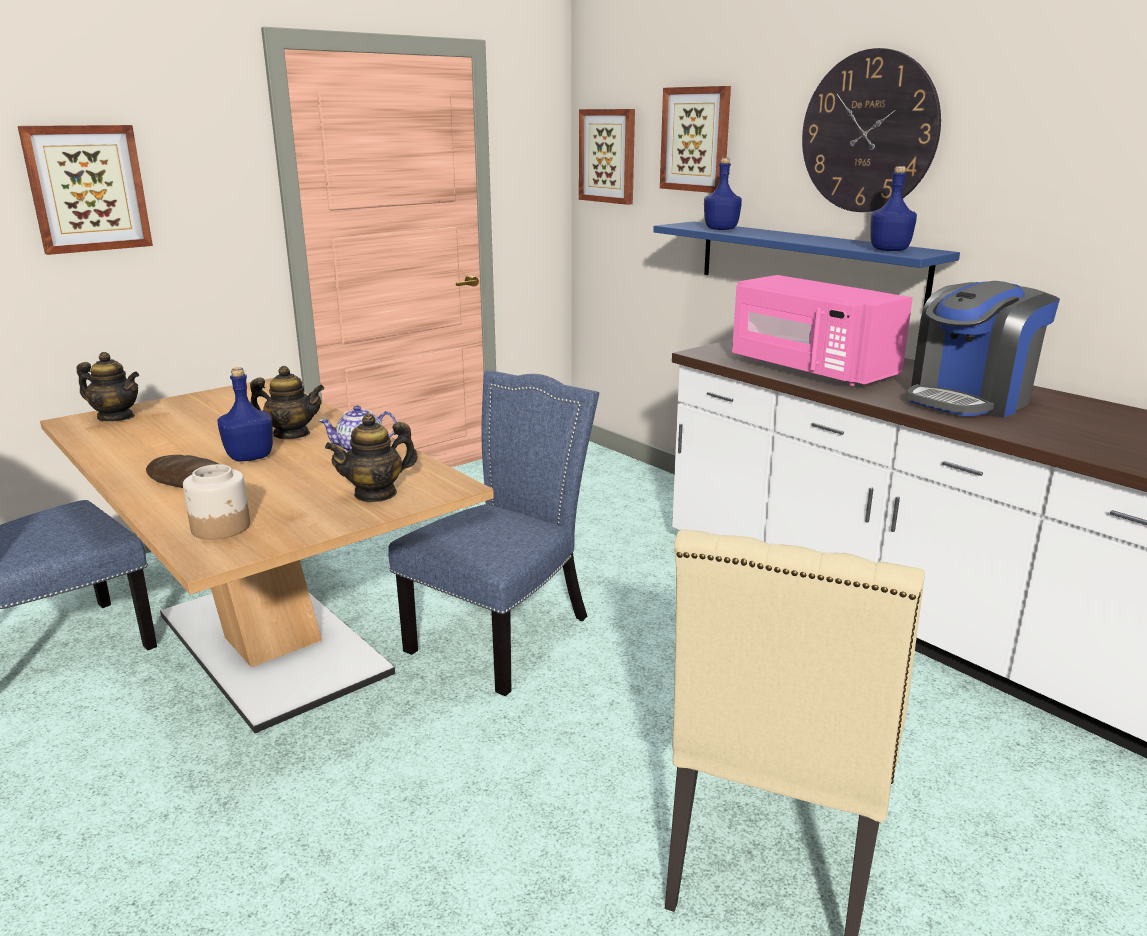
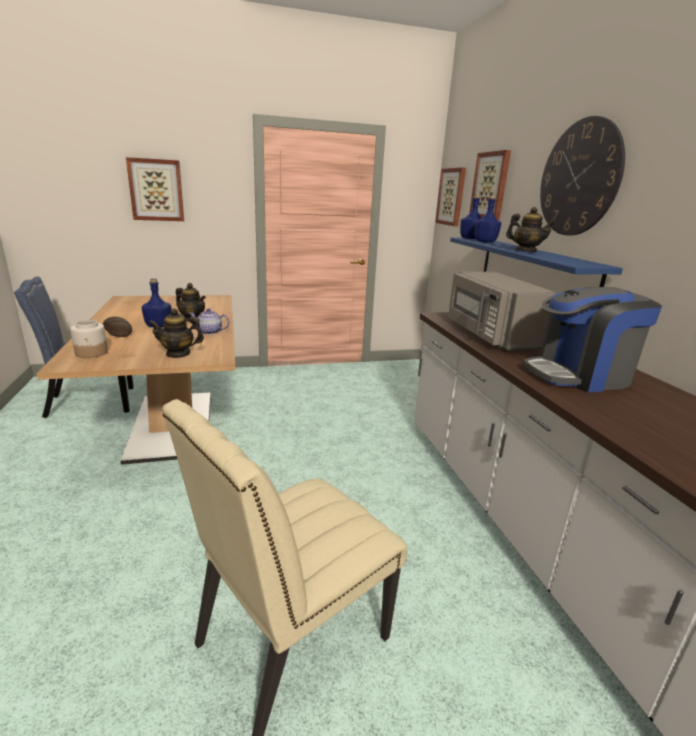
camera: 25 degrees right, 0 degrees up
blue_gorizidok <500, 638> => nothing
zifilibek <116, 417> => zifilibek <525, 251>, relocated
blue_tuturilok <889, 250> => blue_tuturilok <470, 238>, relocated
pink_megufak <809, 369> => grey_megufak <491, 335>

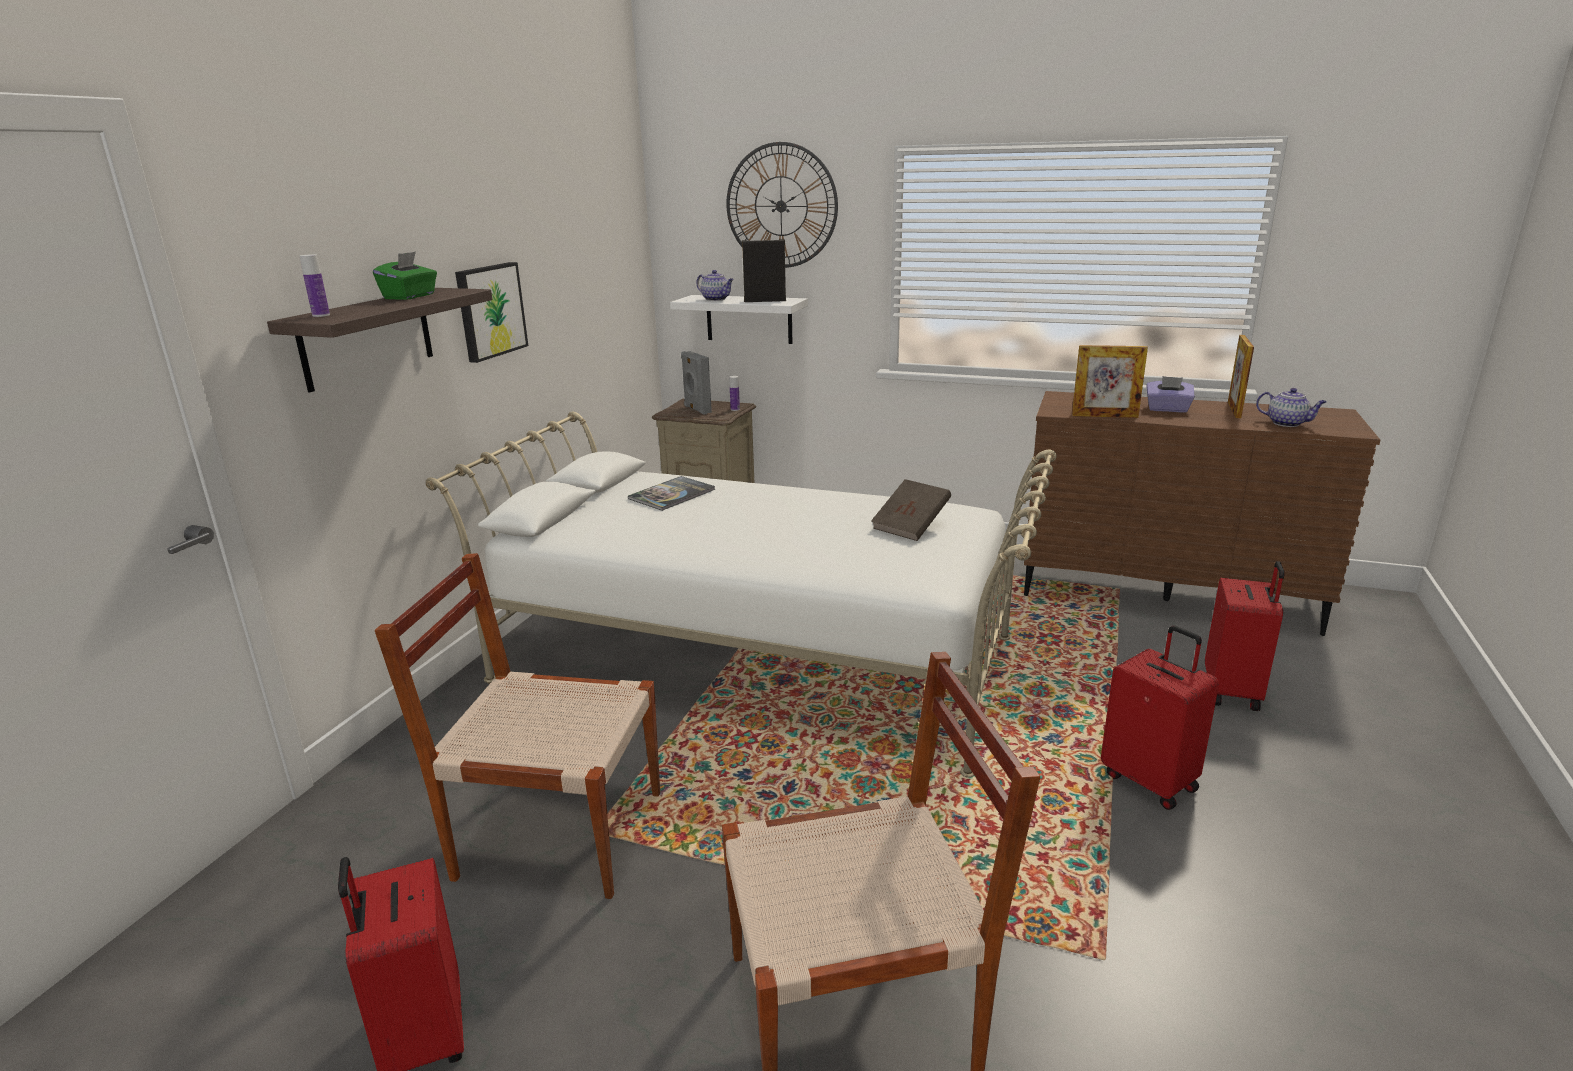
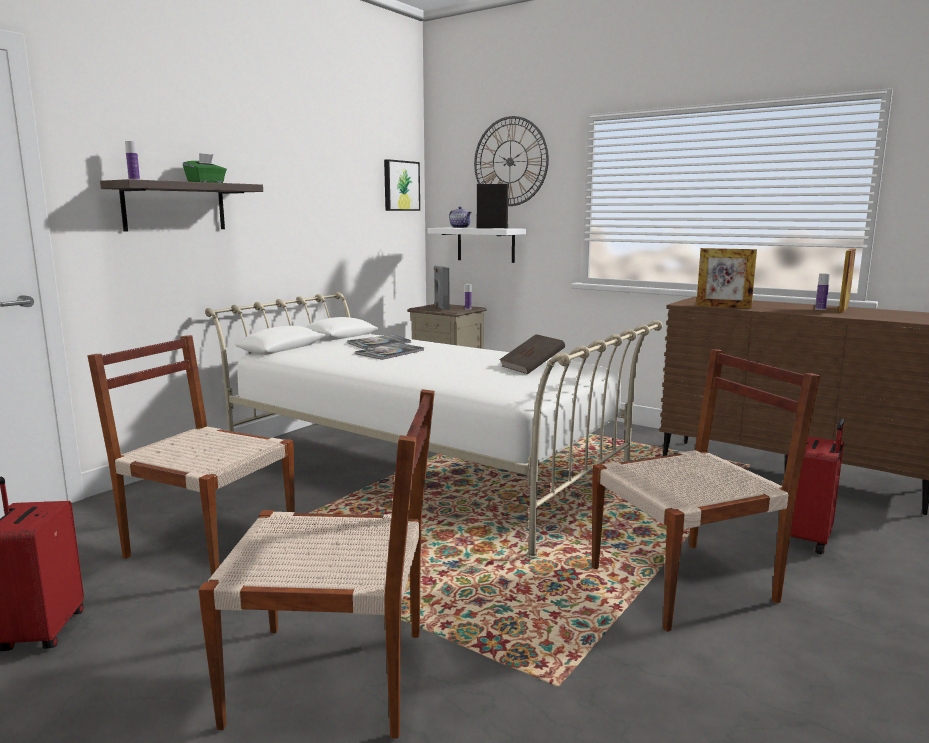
camera: 15 degrees right, 10 degrees down
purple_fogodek <1167, 409> => nothing
zifilibek <1287, 423> => nothing
nothing => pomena <390, 352>
nothing => tuturilok <820, 309>
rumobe <490, 311> => rumobe <400, 186>, relocated
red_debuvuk <1150, 781> => gorizidok <686, 584>

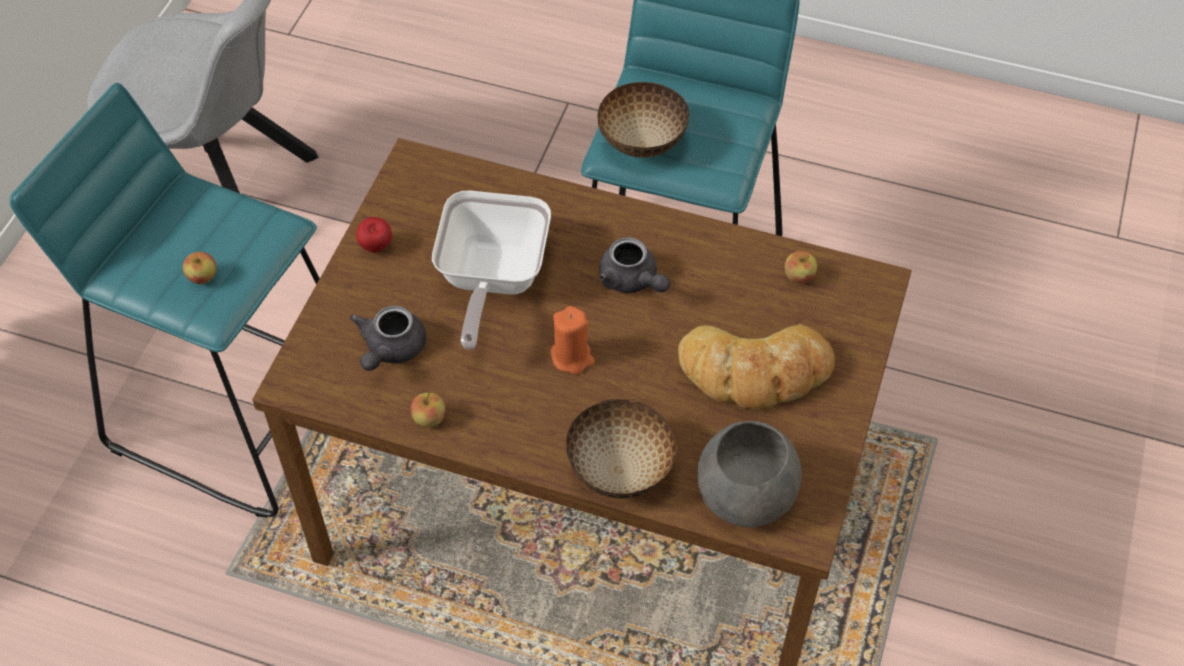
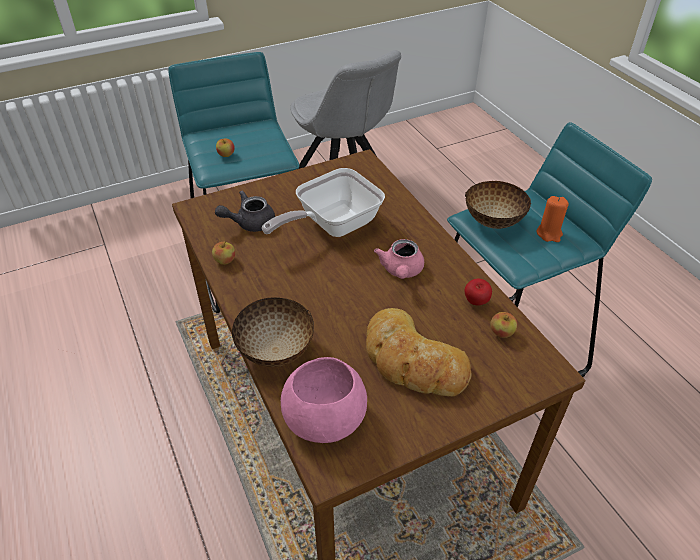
camera: 45 degrees right, 10 degrees down
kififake <376, 248> => kififake <476, 303>, relocated
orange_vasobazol <572, 357> => orange_vasobazol <549, 233>, relocated
grey_zifilibek <632, 281> => pink_zifilibek <401, 271>
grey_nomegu <745, 495> => pink_nomegu <323, 418>

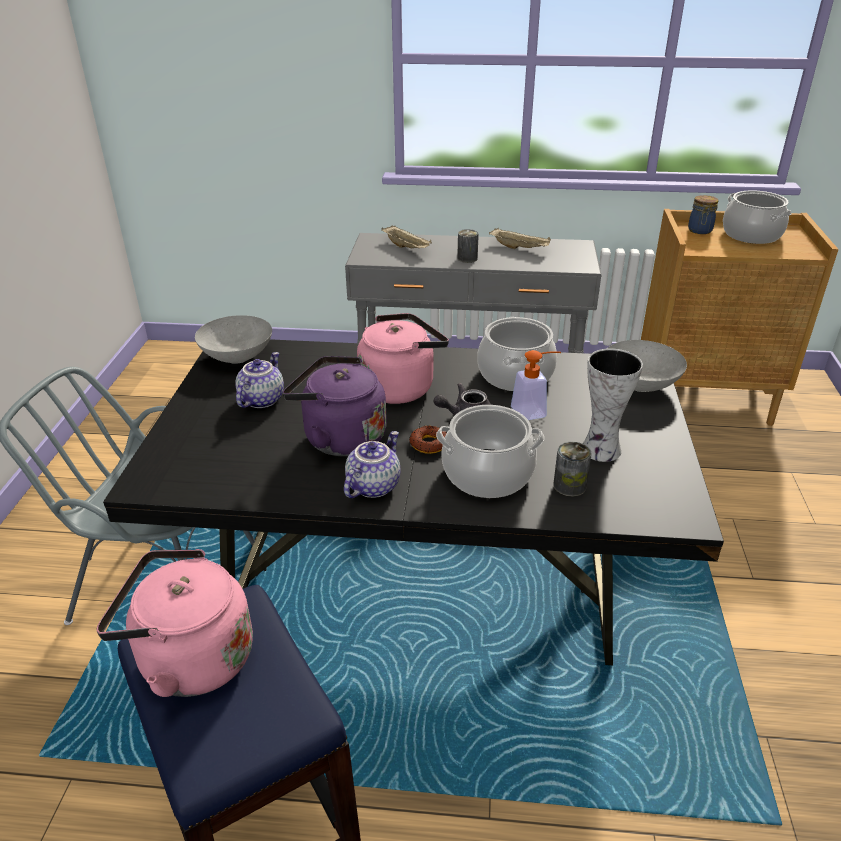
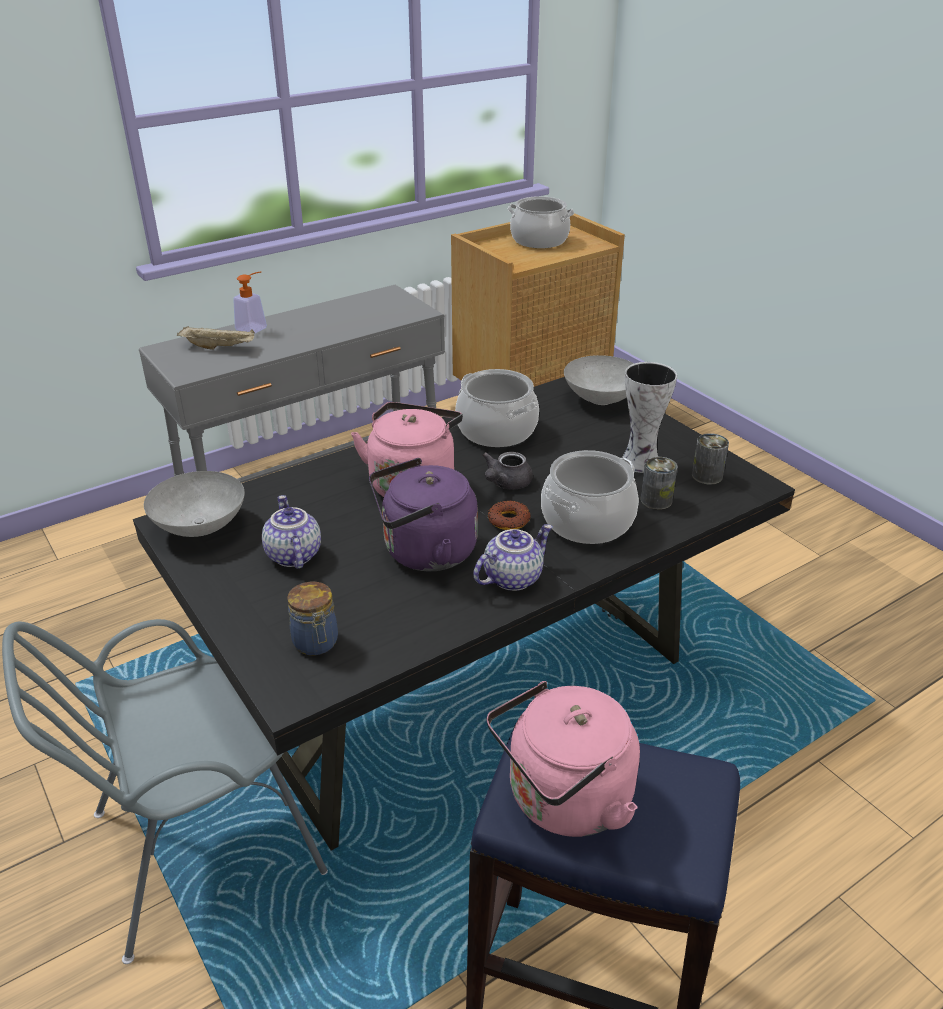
camera: 40 degrees left, 0 degrees up
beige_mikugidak <520, 248> => nothing
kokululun <467, 258> => kokululun <707, 476>, relocated
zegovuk <534, 411> => zegovuk <255, 327>, relocated
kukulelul <700, 231> => kukulelul <316, 643>, relocated
zifilibek <372, 485> => zifilibek <512, 577>, 60 degrees clockwise

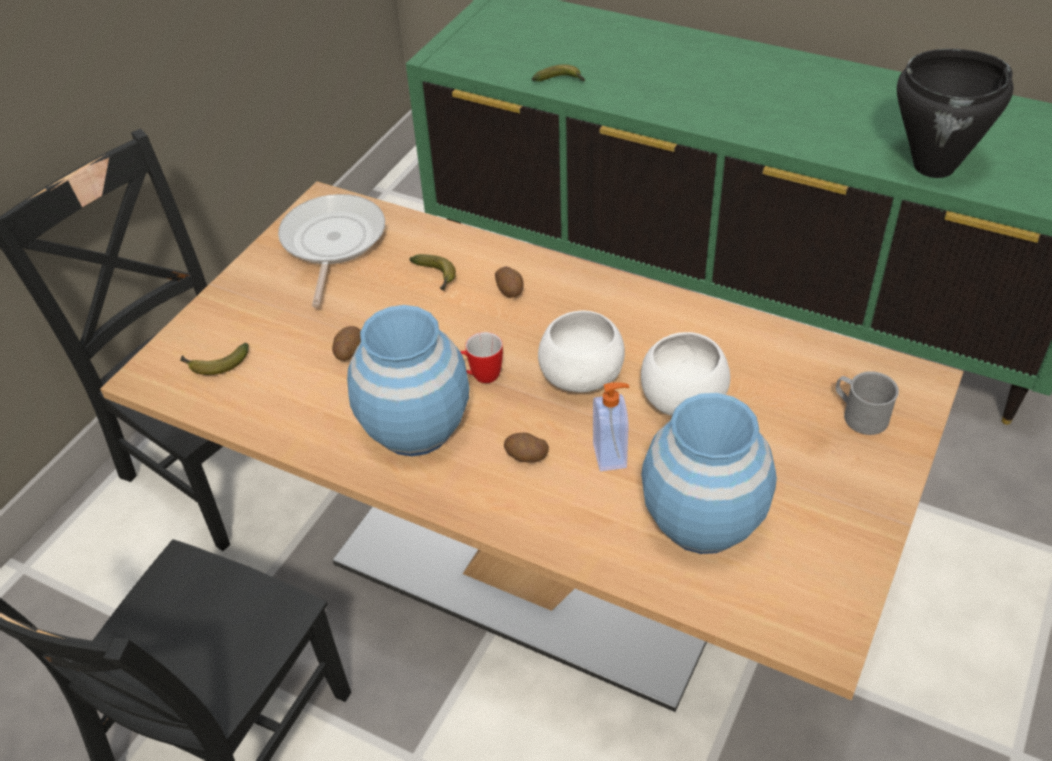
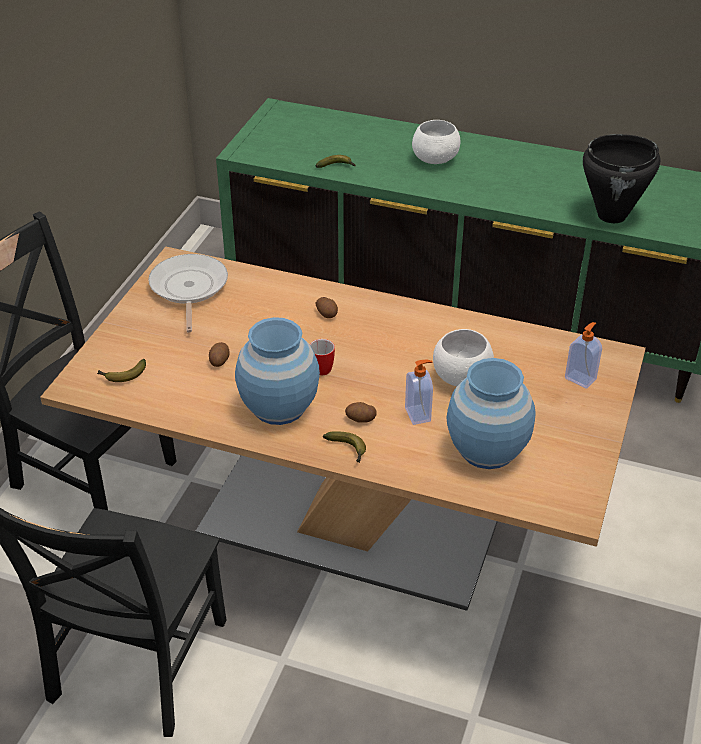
camera: 10 degrees left, 5 degrees down
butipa <436, 276> => butipa <348, 450>, relocated
white_nomegu <582, 379> => white_nomegu <435, 160>, relocated
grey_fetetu <859, 414> => zegovuk <580, 378>

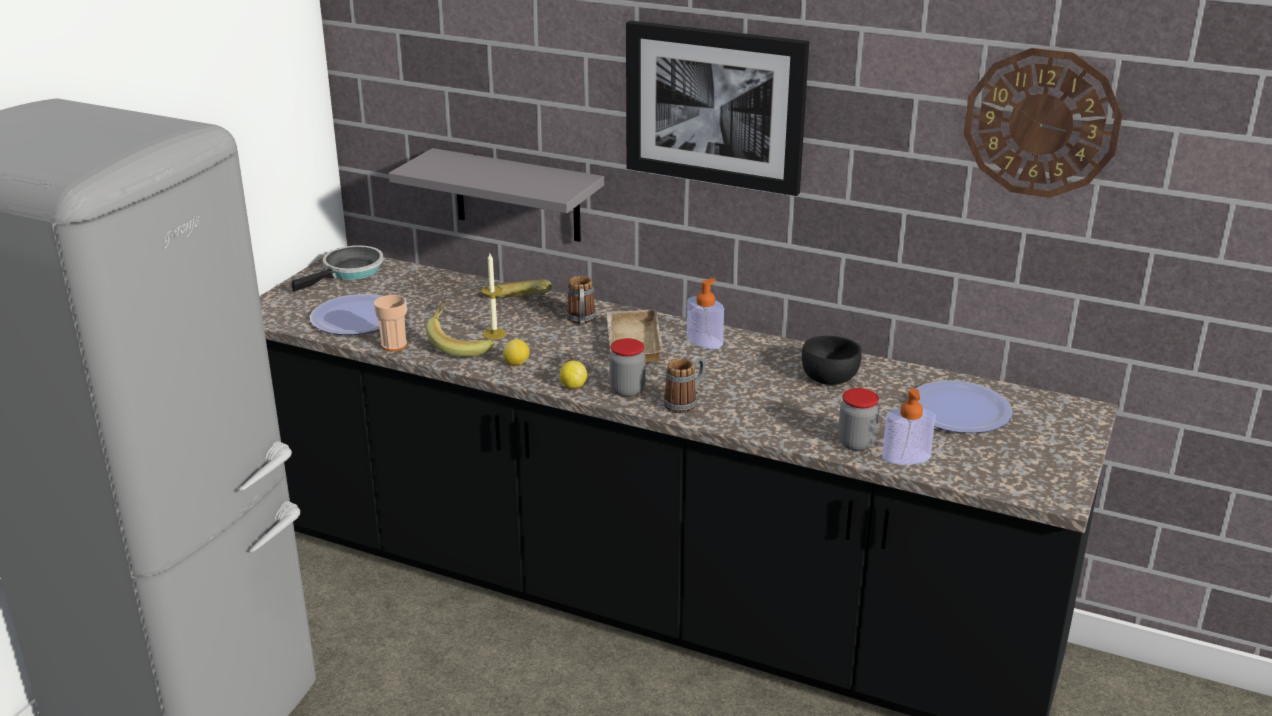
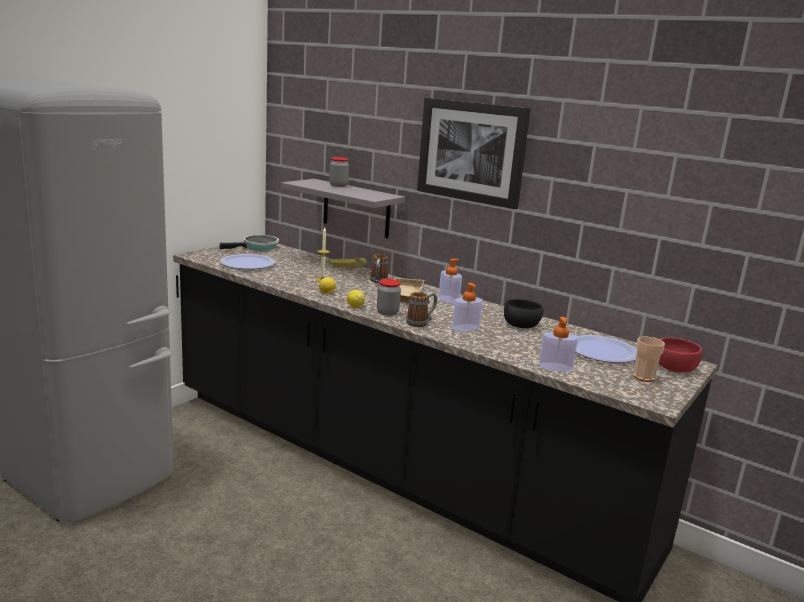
camera: 10 degrees right, 10 degrees down
butipa <460, 344> => nothing
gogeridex <1041, 123> => nothing
nothing => zegovuk <465, 328>
nothing => red_nomegu <675, 367>
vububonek <394, 345> => vububonek <643, 377>, relocated
kukulelul <856, 443> => kukulelul <338, 185>, relocated

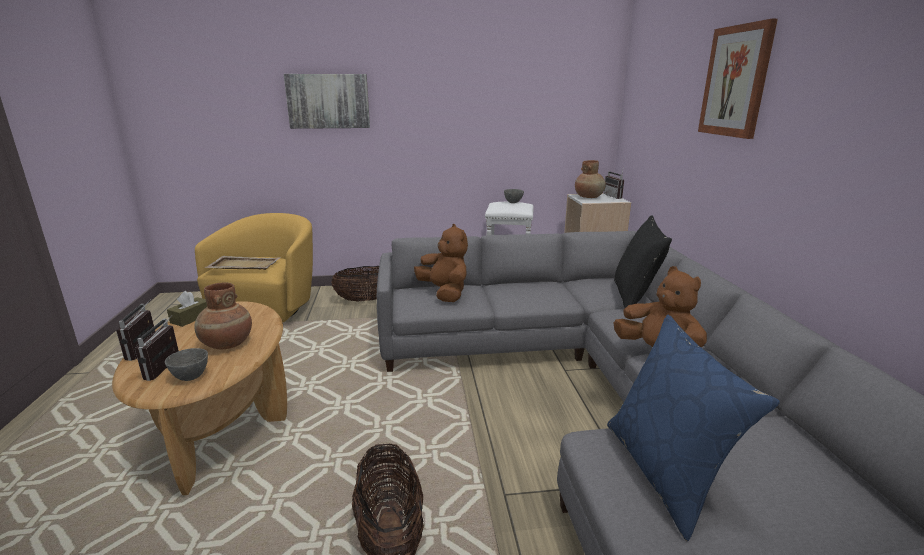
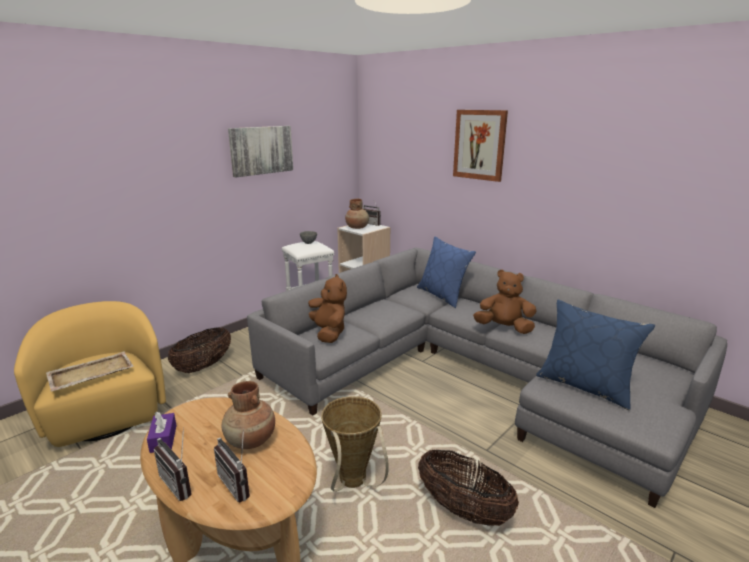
camera: 40 degrees left, 0 degrees up
grey_nomegu <190, 377> => nothing
nothing => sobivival <353, 484>
rumobe <328, 101> => rumobe <261, 150>, relocated
brown_fogodek <191, 318> => purple_fogodek <163, 438>
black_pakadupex <635, 297> => blue_pakadupex <443, 295>
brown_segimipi <444, 293> => brown_segimipi <327, 333>, 45 degrees clockwise

